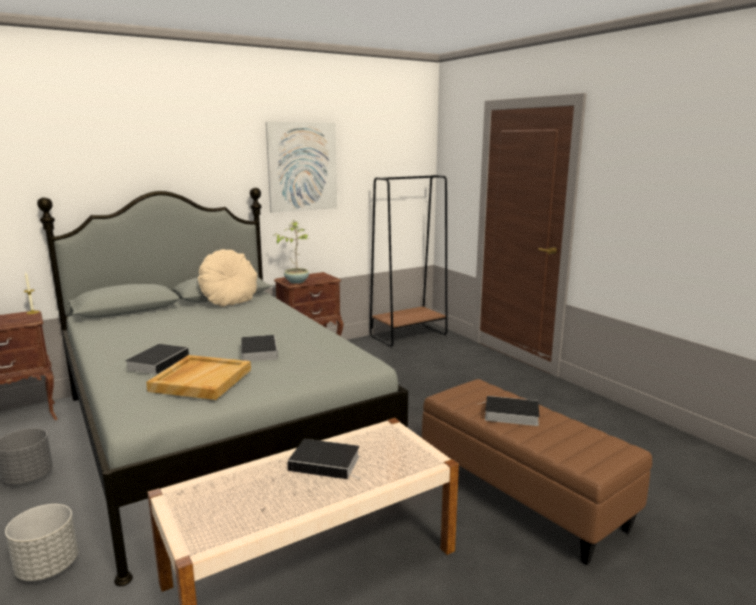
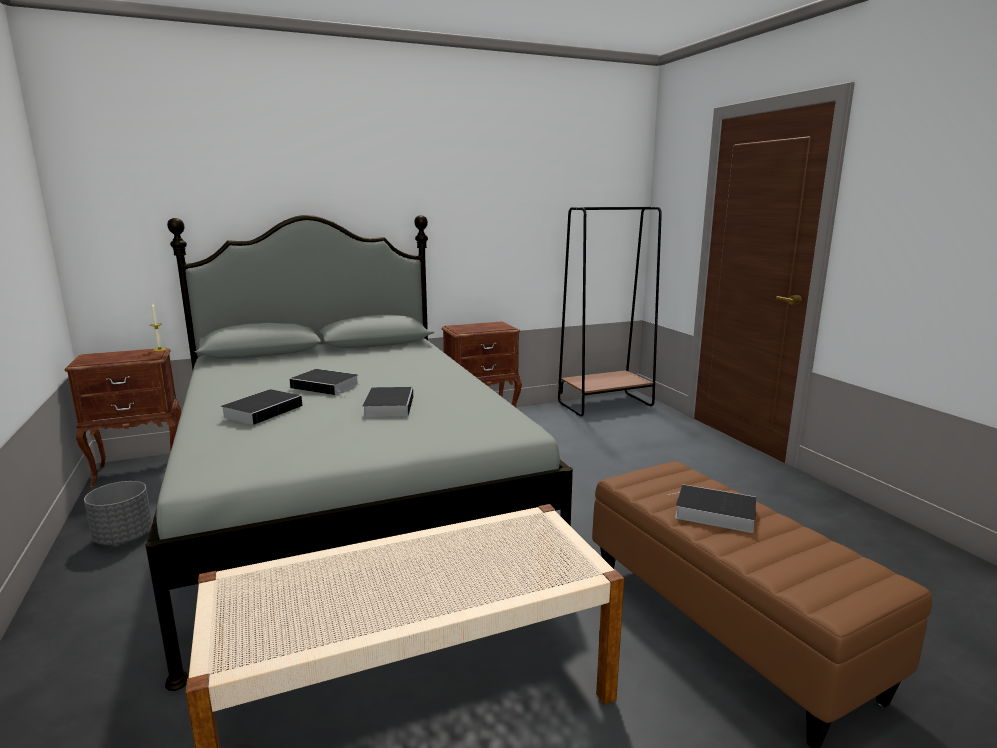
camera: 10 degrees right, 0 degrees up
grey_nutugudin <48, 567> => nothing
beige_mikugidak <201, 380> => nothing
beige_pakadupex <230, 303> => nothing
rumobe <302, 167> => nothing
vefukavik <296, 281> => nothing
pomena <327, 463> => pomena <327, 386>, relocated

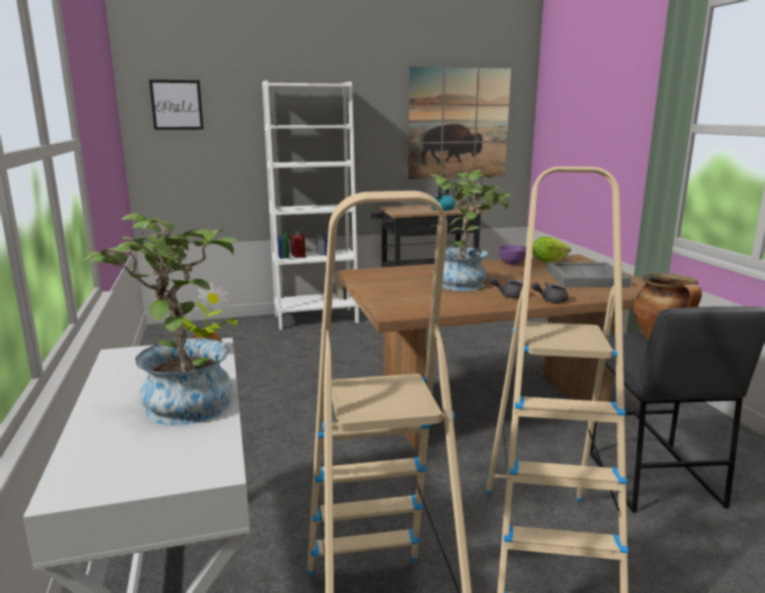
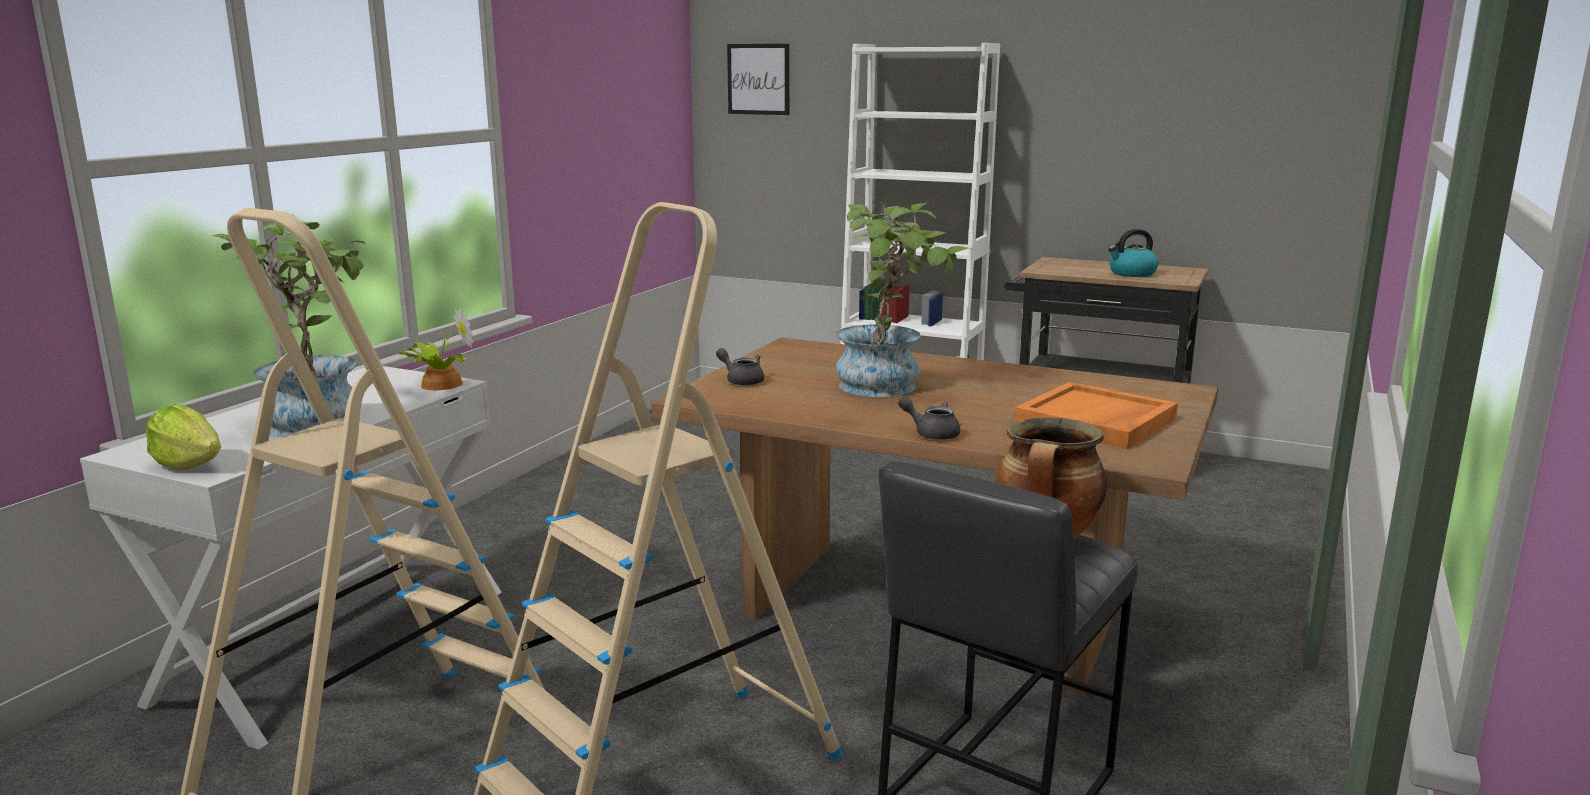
camera: 40 degrees right, 0 degrees up
rumobe <458, 123> => nothing
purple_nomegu <512, 263> => nothing
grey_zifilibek <509, 295> => grey_zifilibek <741, 381>, relocated
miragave <548, 261> => miragave <189, 464>, relocated
grey_mikugidak <587, 278> => orange_mikugidak <1096, 421>

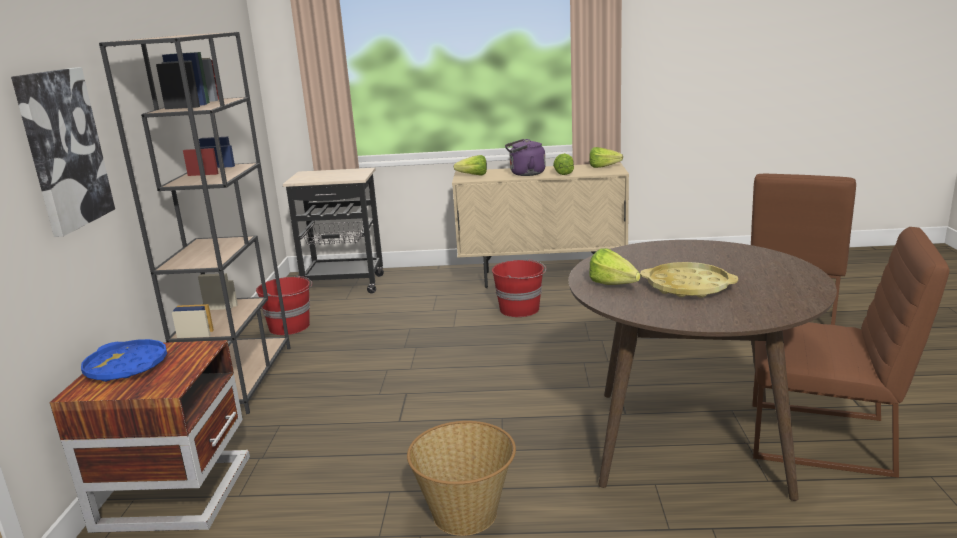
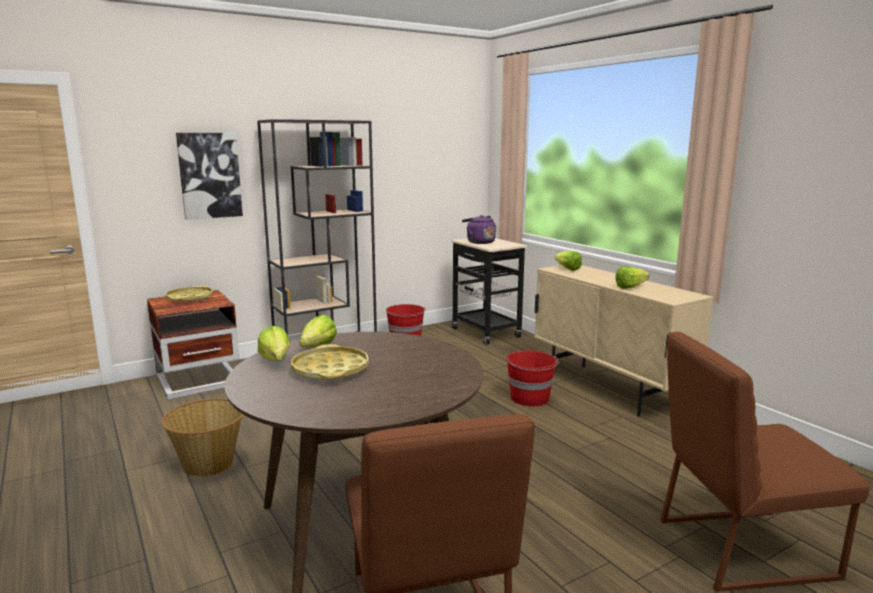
camera: 55 degrees right, 5 degrees down
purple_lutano <525, 174> => purple_lutano <479, 242>, relocated
miragave <606, 167> => miragave <275, 363>, relocated
blue_mikugidak <126, 367> => yellow_mikugidak <190, 298>

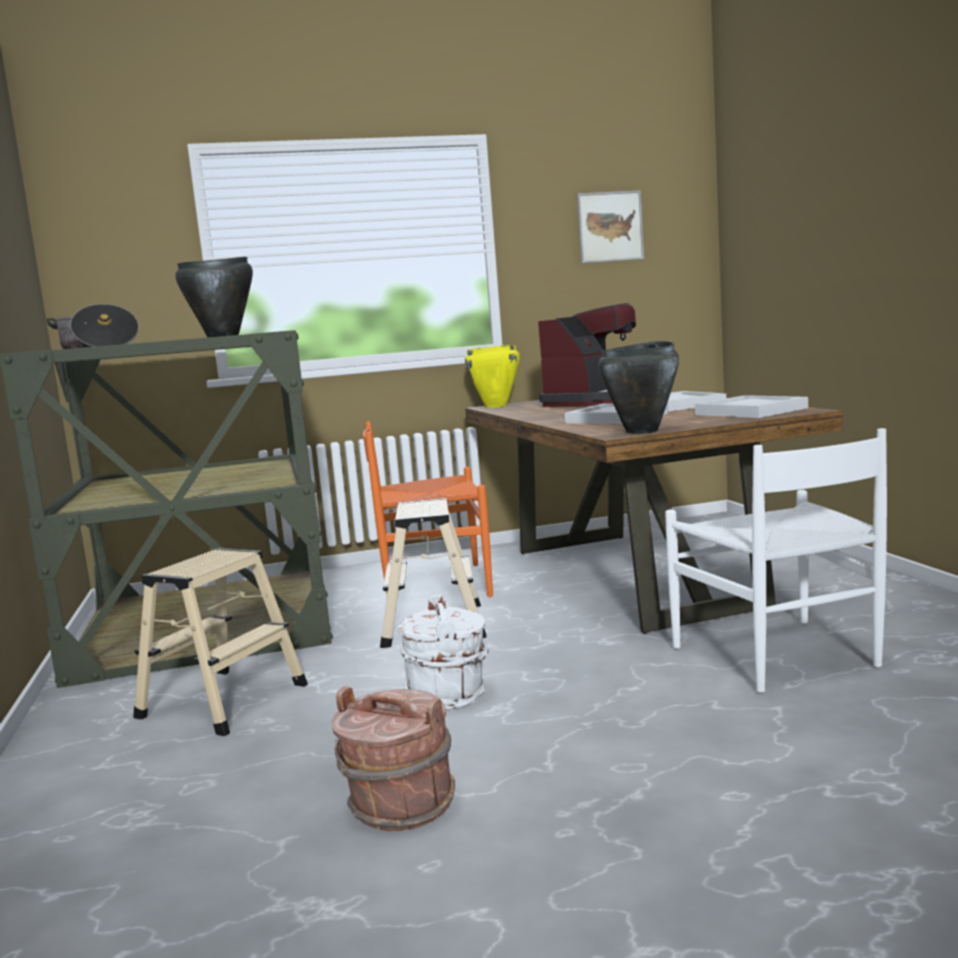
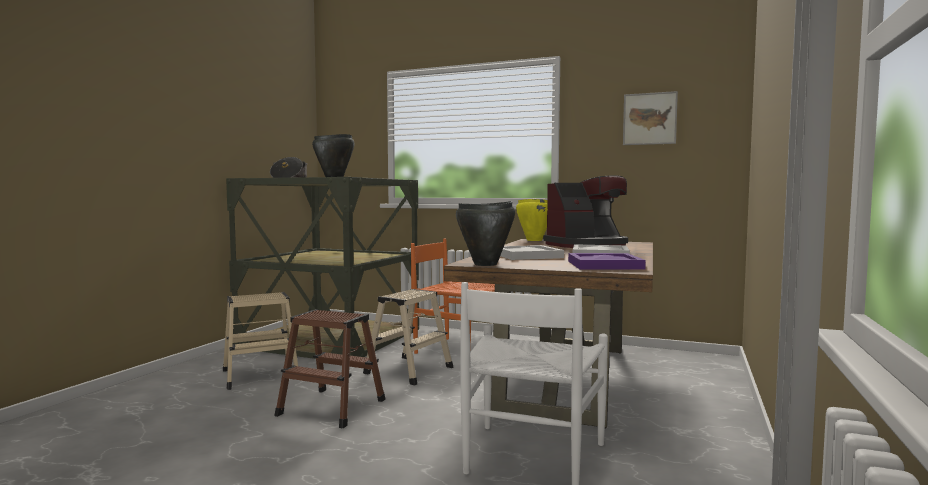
camera: 35 degrees right, 5 degrees down
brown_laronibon <399, 806> => nothing
white_laronibon <448, 695> => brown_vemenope <332, 407>
white_mikugidak <752, 411> => purple_mikugidak <605, 265>

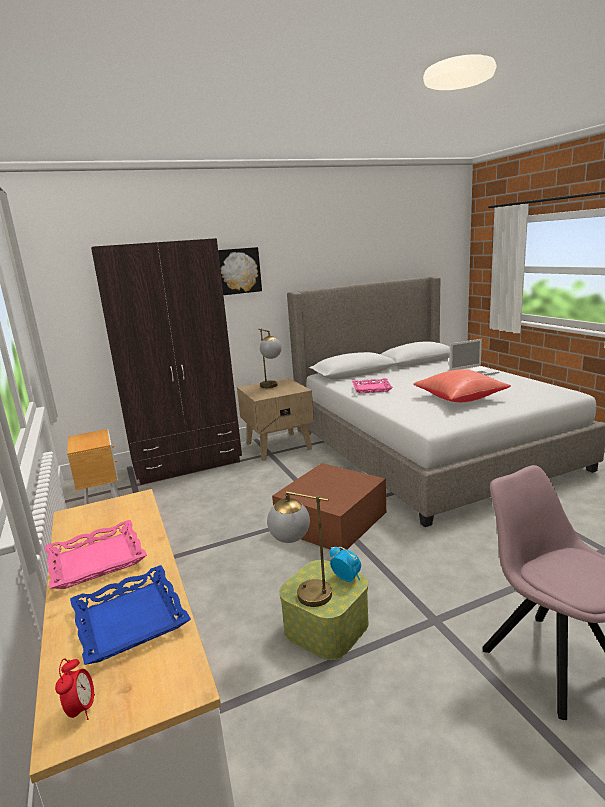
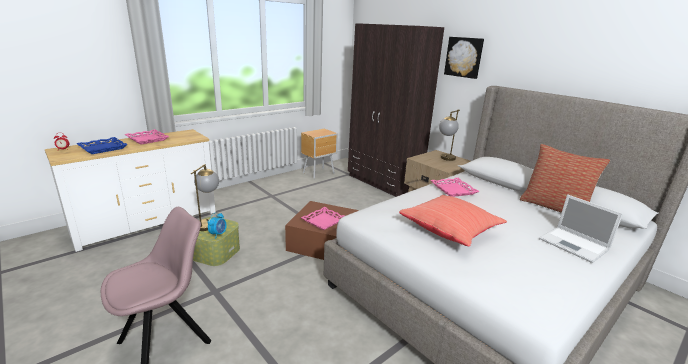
camera: 70 degrees right, 5 degrees up
nothing => pink_mikugidak <323, 221>
nothing => pakadupex <554, 207>

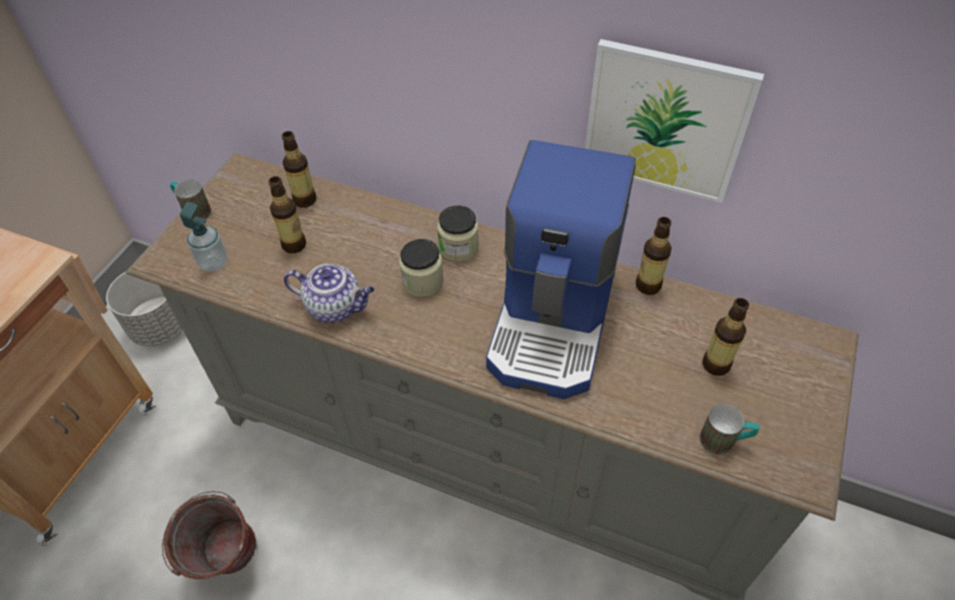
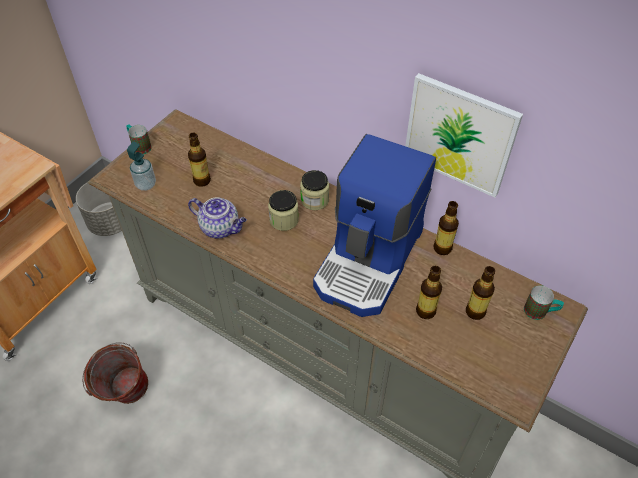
camera: 10 degrees right, 0 degrees up
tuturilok <304, 200> => tuturilok <425, 311>, relocated
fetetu <724, 441> => fetetu <540, 312>, relocated

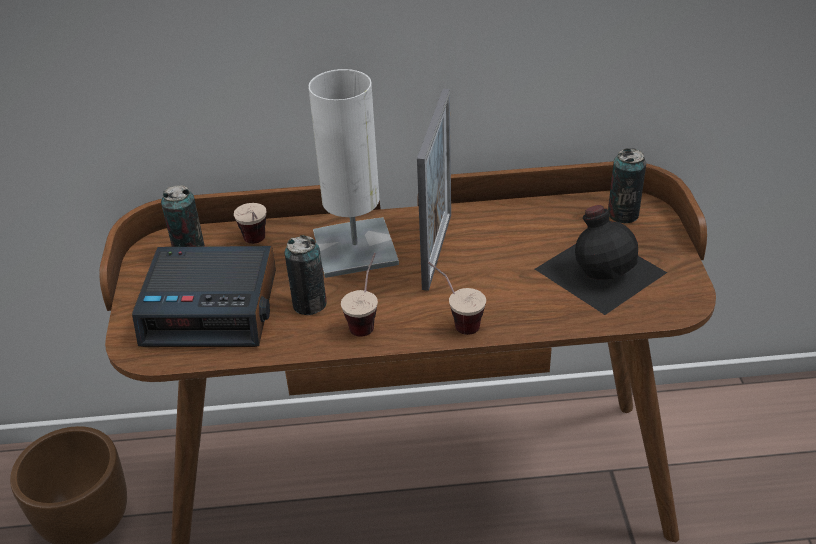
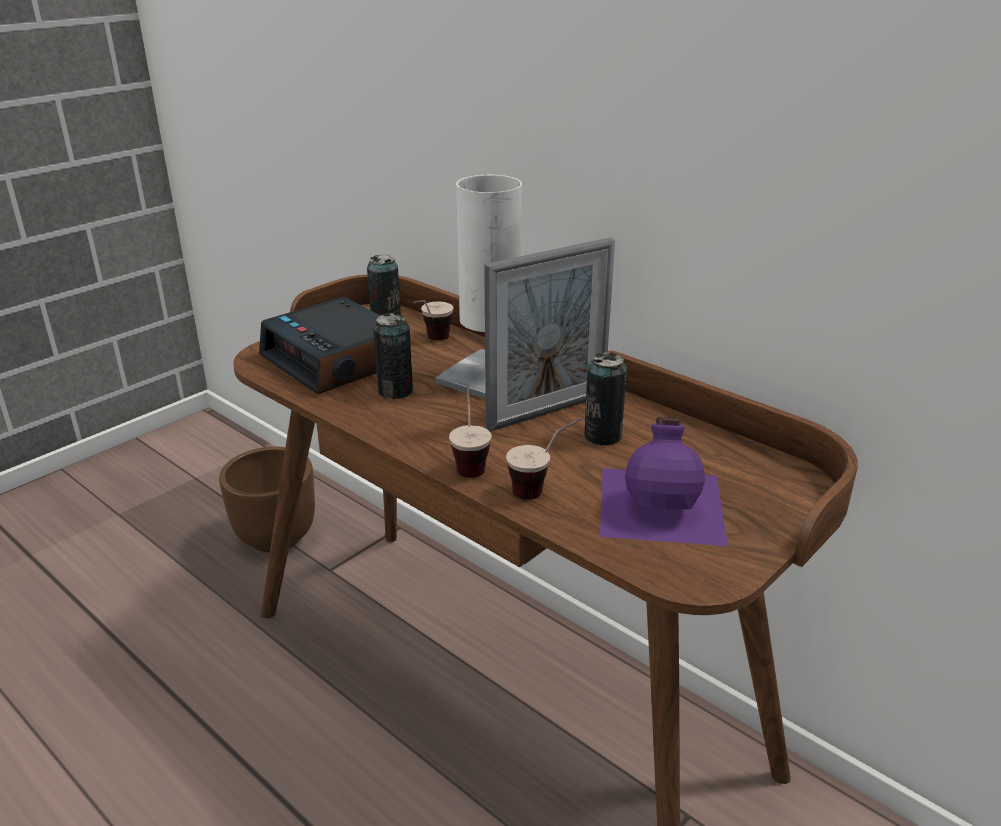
camera: 45 degrees right, 10 degrees down
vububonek <367, 319> => vububonek <543, 488>, relocated
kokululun <623, 214> => kokululun <602, 436>, relocated
black_tuturilok <600, 269> => purple_tuturilok <663, 503>

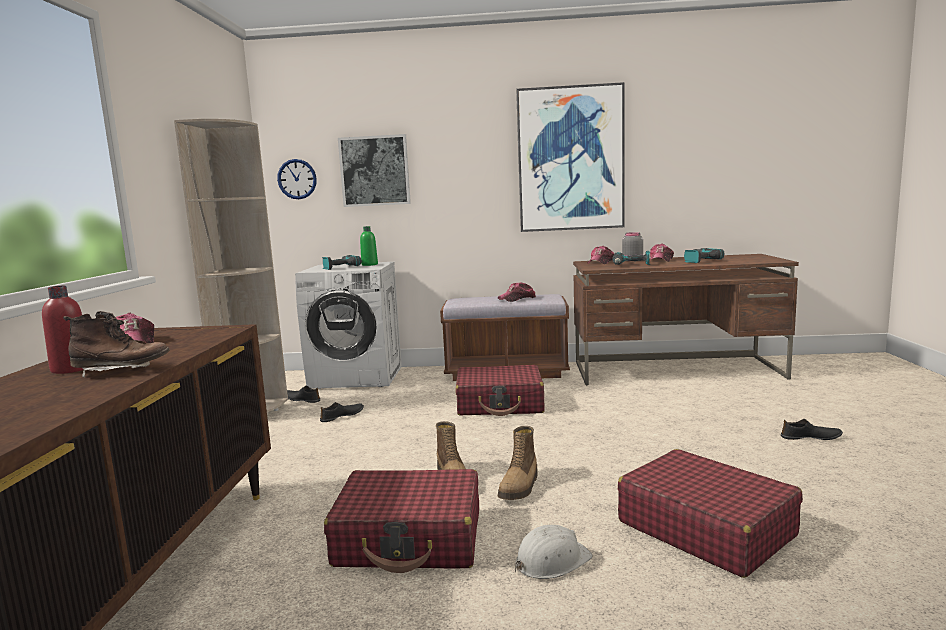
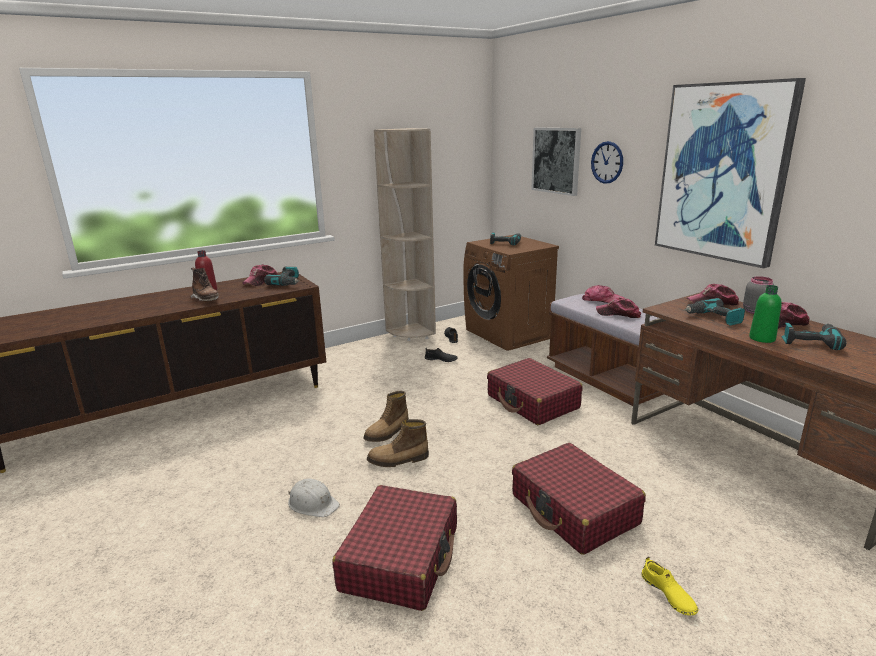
camera: 55 degrees right, 10 degrees up
nothing => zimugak <287, 282>
nothing => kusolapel <602, 300>
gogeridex <297, 179> => gogeridex <607, 162>, relocated
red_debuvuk <410, 538> => red_debuvuk <574, 510>, relocated
green_tuturilok <369, 264> => green_tuturilok <762, 338>, relocated
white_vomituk <357, 379> => brown_vomituk <508, 335>
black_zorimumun <810, 437> => yellow_zorimumun <668, 594>

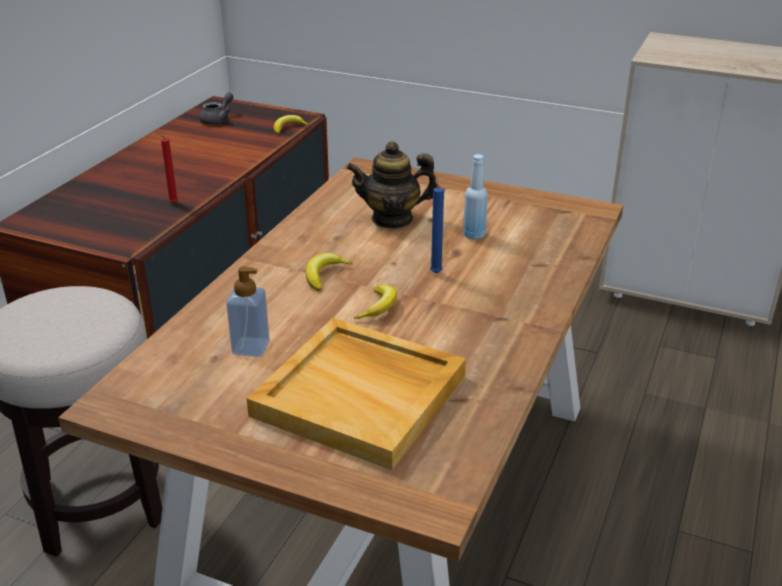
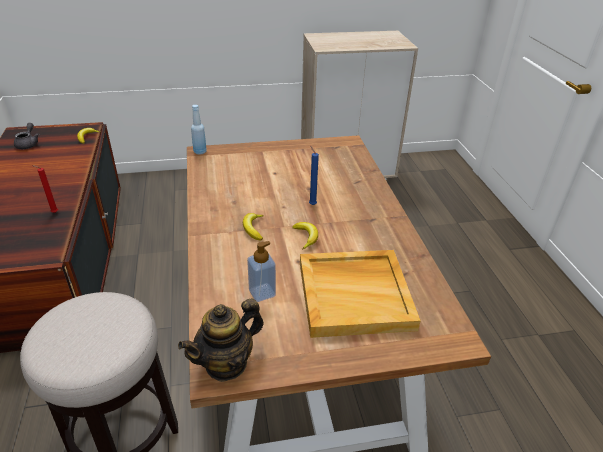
camera: 35 degrees left, 5 degrees up
zifilibek <392, 219> => zifilibek <226, 363>, relocated
blue_tuturilok <474, 235> => blue_tuturilok <200, 152>, relocated

